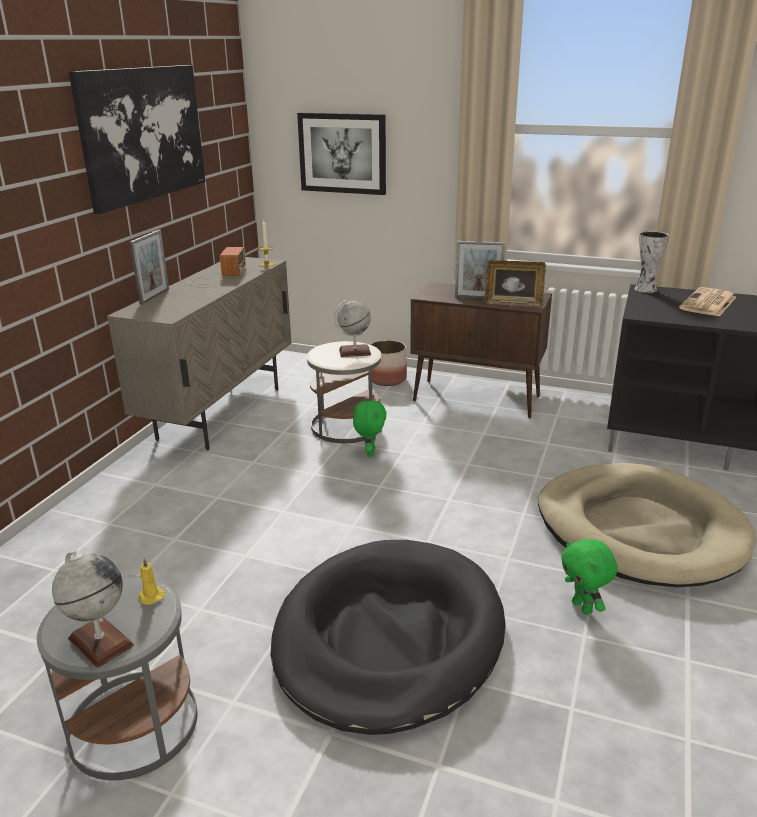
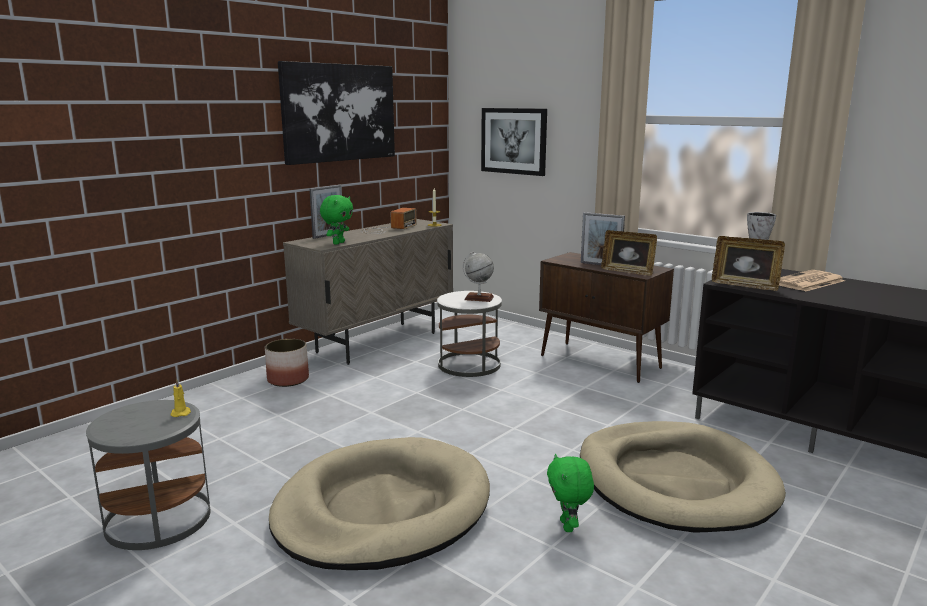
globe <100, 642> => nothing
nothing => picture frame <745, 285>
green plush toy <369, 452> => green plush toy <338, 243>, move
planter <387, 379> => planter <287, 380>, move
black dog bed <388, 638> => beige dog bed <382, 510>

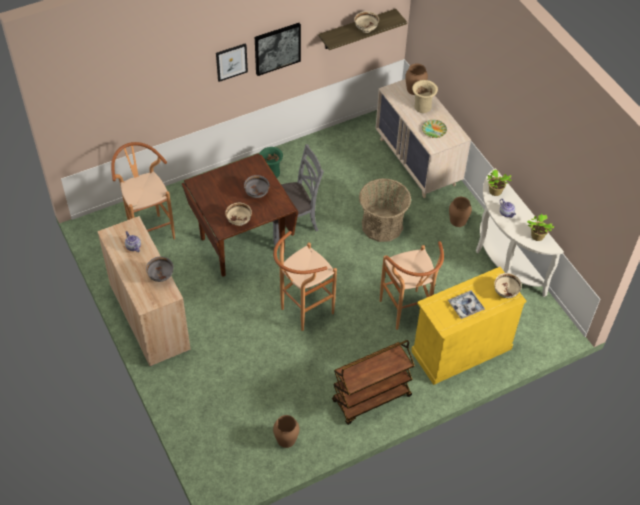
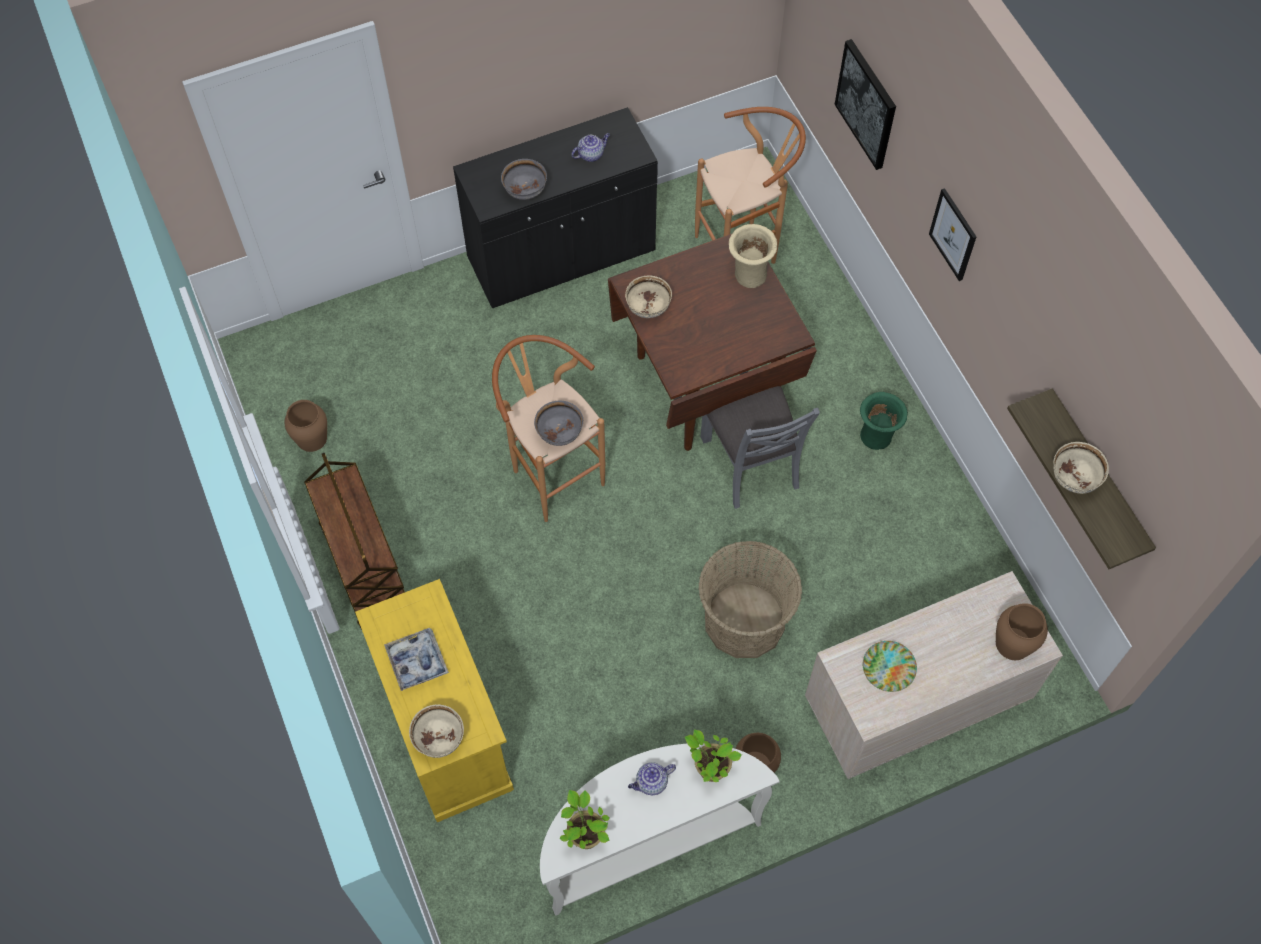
brown stool <407, 314> => nothing
grey bowl <257, 194> => grey bowl <560, 435>, move
picture <277, 48> => picture <867, 104>, move
beige vase <422, 108> => beige vase <748, 274>, move
beige cabinet <149, 317> => black cabinet <561, 255>

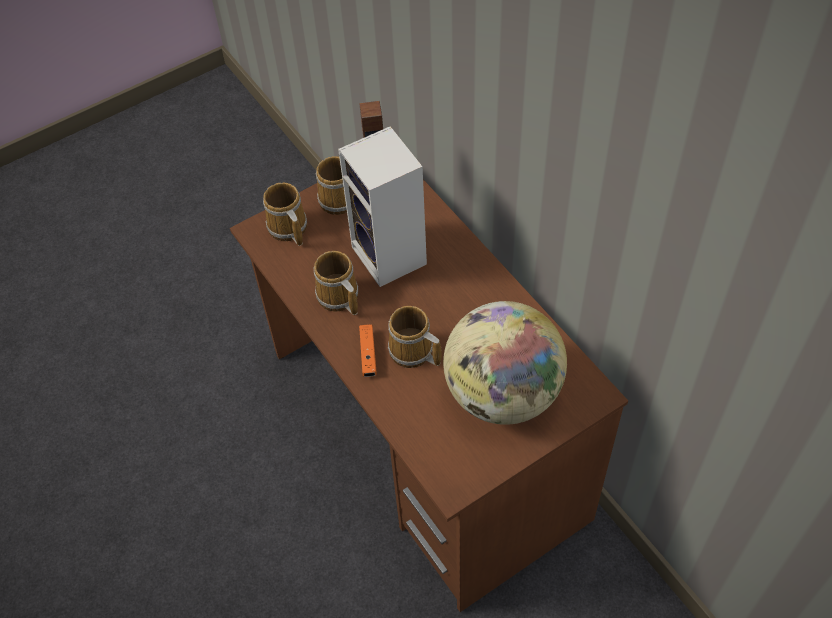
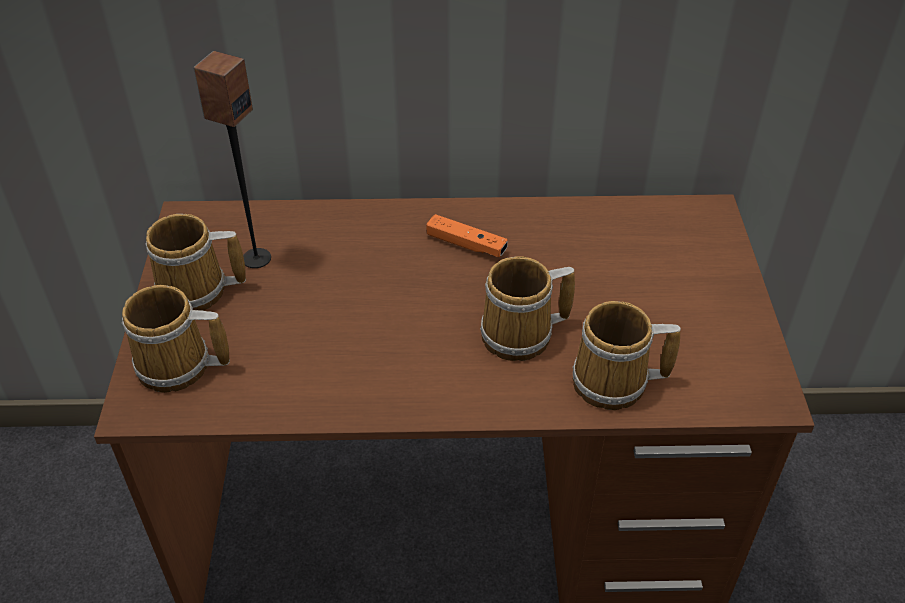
speaker <391, 257> => nothing
globe <502, 394> => nothing
mug <338, 297> => mug <615, 383>, move
orange game controller <368, 354> => orange game controller <466, 244>, move

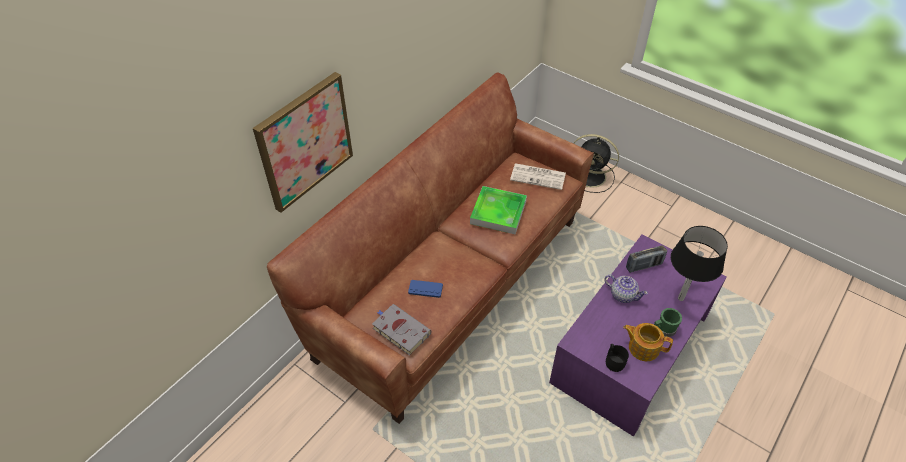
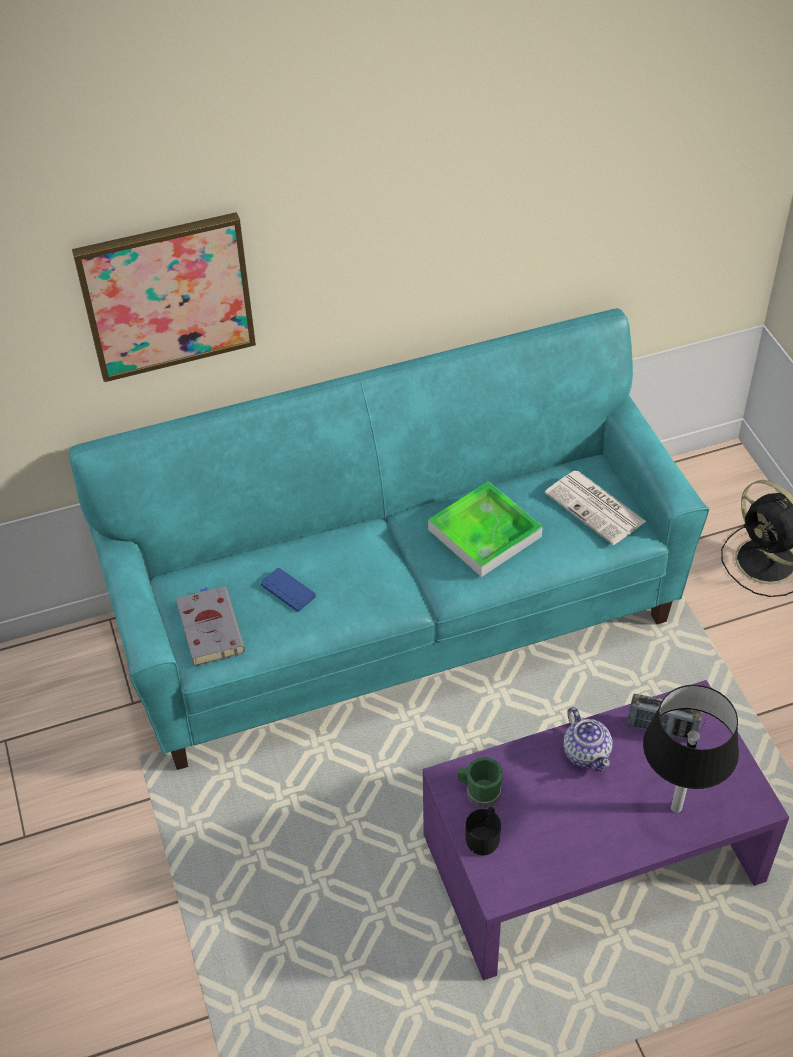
teapot <643, 347> => nothing
green mug <663, 329> => green mug <479, 792>, move
brown sofa <451, 286> => turquoise sofa <398, 622>

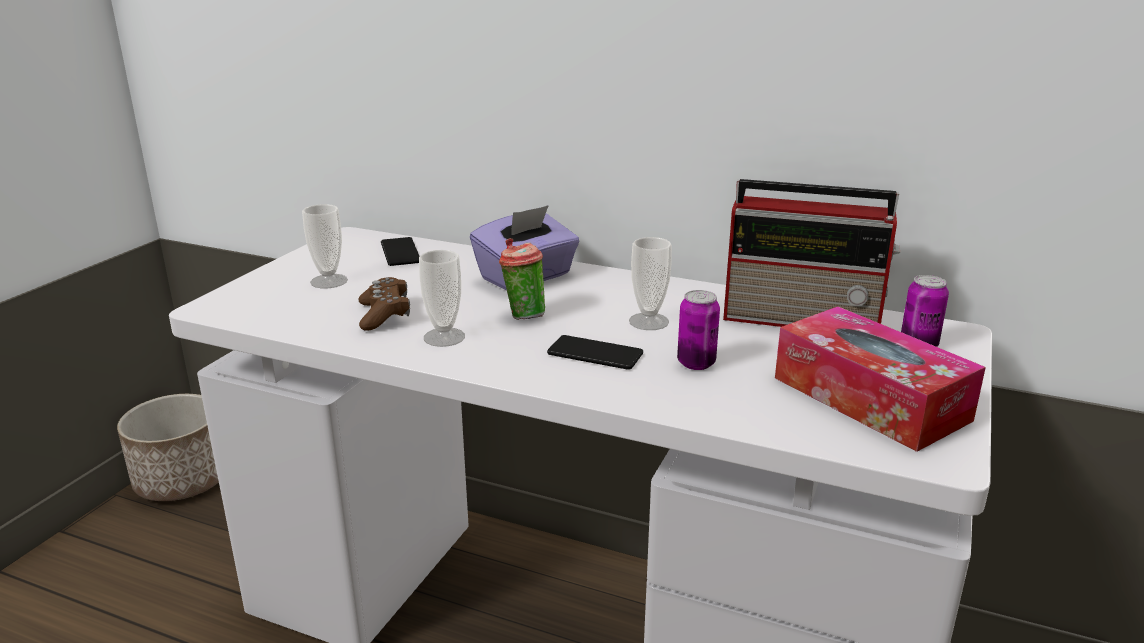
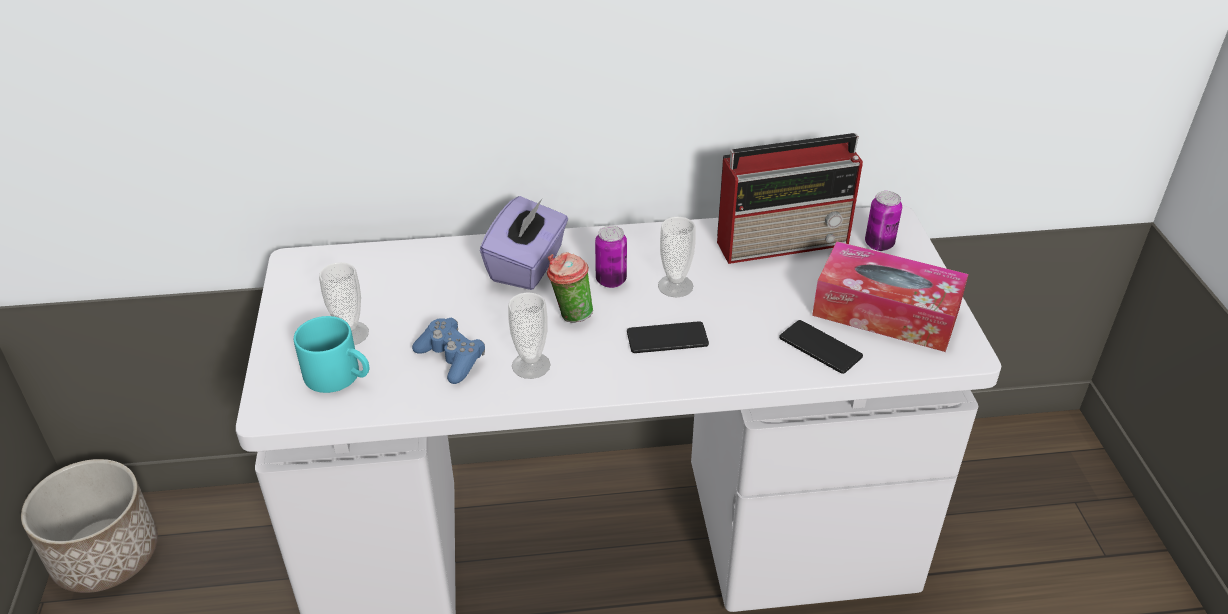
nothing => turquoise mug <340, 376>
phone <400, 252> => phone <820, 347>, move
can <696, 363> => can <611, 280>, move
brown game controller <384, 315> => blue game controller <451, 358>

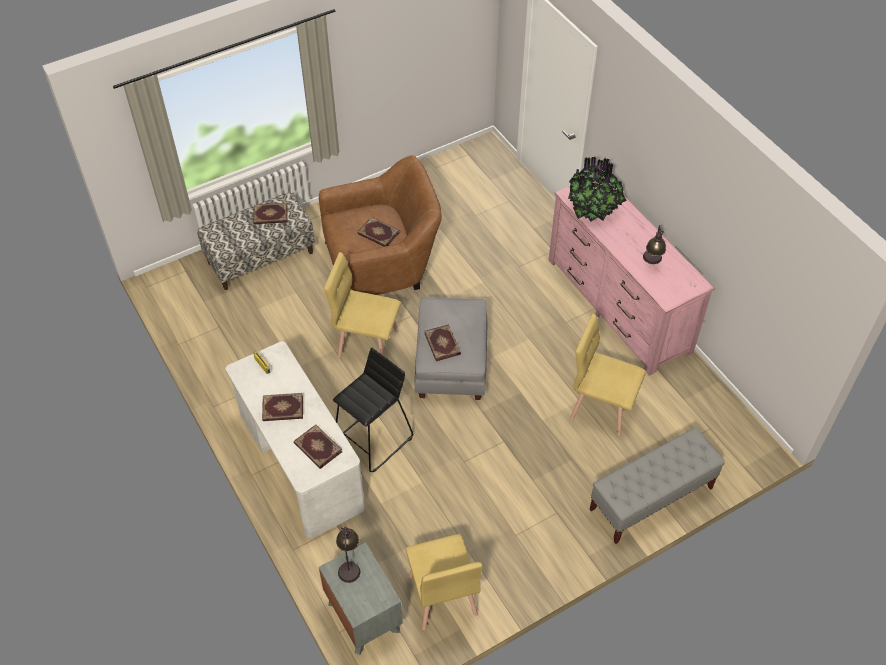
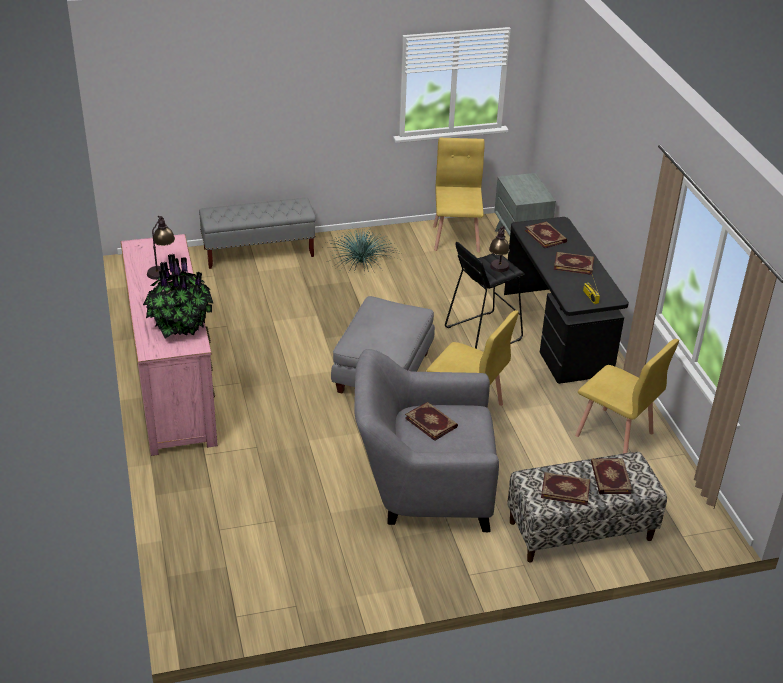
nothing => potted plant <361, 261>
table lamp <349, 564> => table lamp <498, 270>, move
book <443, 343> => book <609, 478>, move
yellow chair <602, 407> => yellow chair <614, 435>, move
white desk <299, 462> => black desk <557, 332>
brown armchair <382, 265> => grey armchair <423, 485>

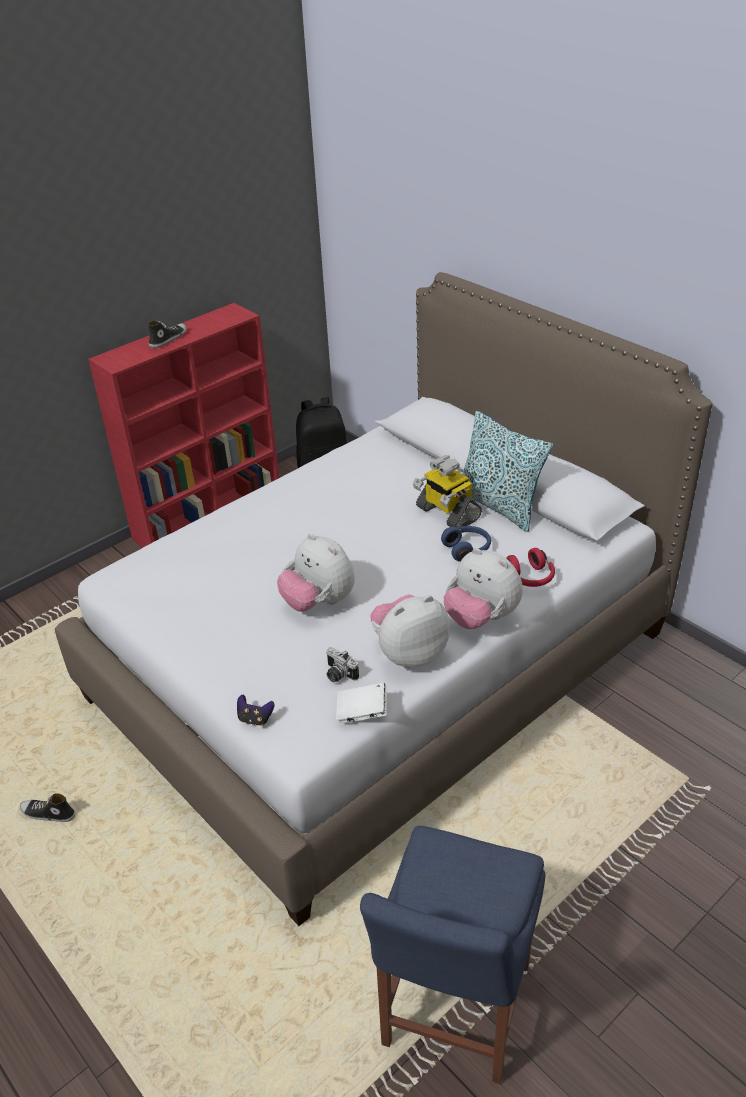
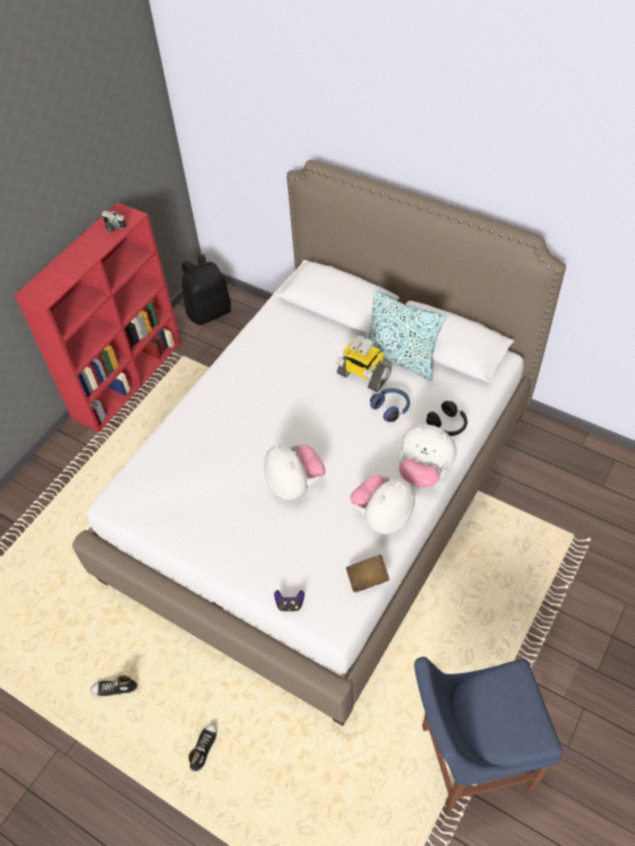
shoe <168, 339> => shoe <203, 748>, move
photo camera <338, 675> => photo camera <113, 228>, move
white book <362, 712> => brown book <367, 578>
red headphones <530, 578> => black headphones <448, 425>
plush toy <319, 602> => plush toy <295, 485>, 150 degrees counterclockwise
blue chair <453, 1011> => blue chair <470, 757>, 75 degrees clockwise

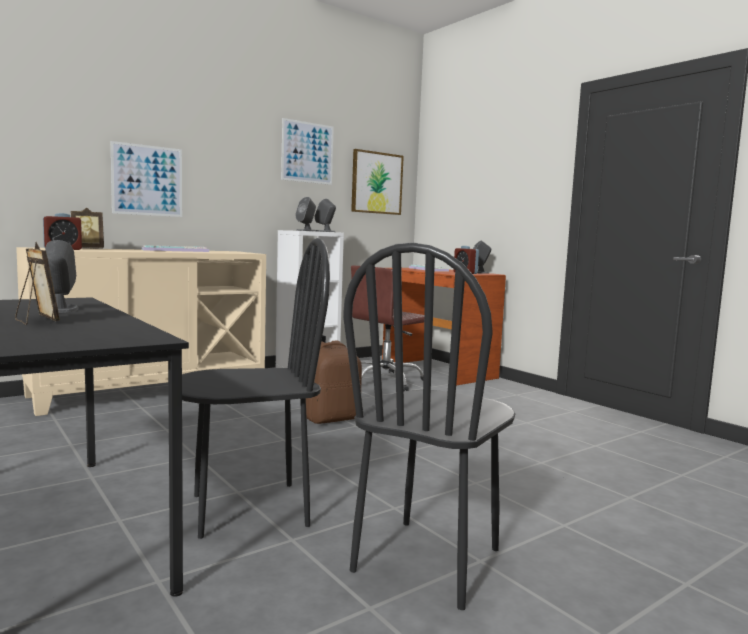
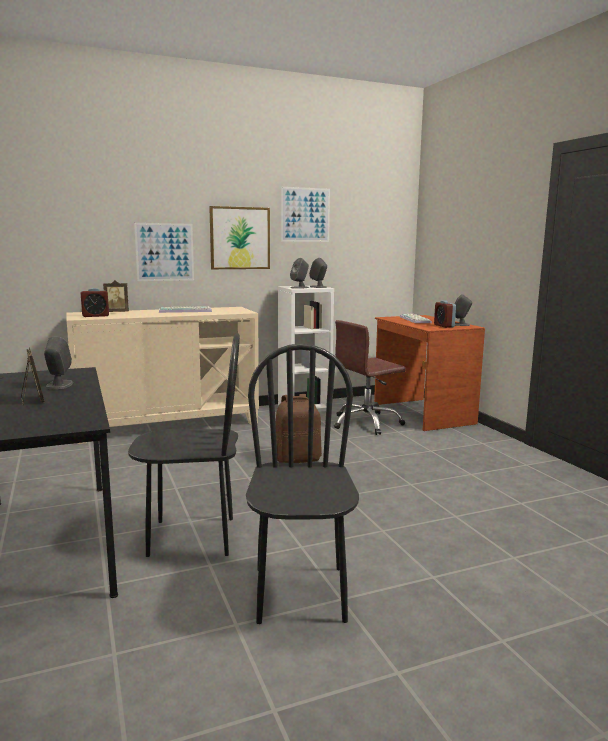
picture <376, 183> => picture <240, 238>, move
black chair <428, 560> => black chair <300, 593>, 135 degrees clockwise

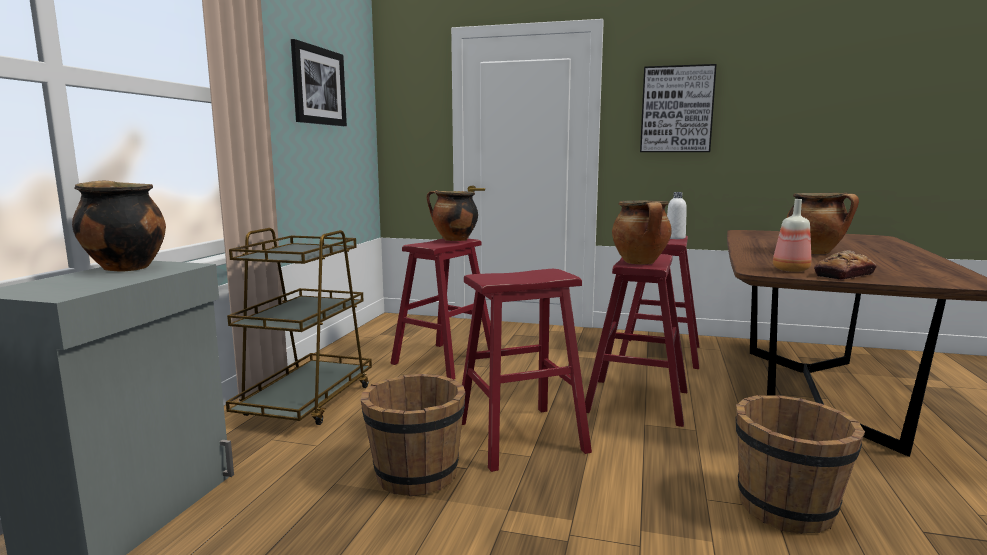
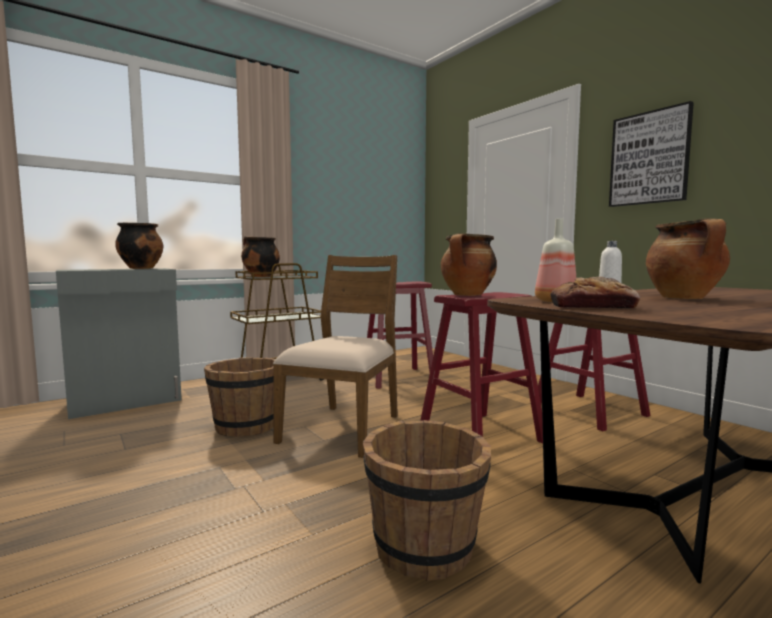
picture <318, 86> => nothing
cooking pot <454, 240> => cooking pot <260, 277>, move
red stool <520, 436> => brown chair <343, 428>

